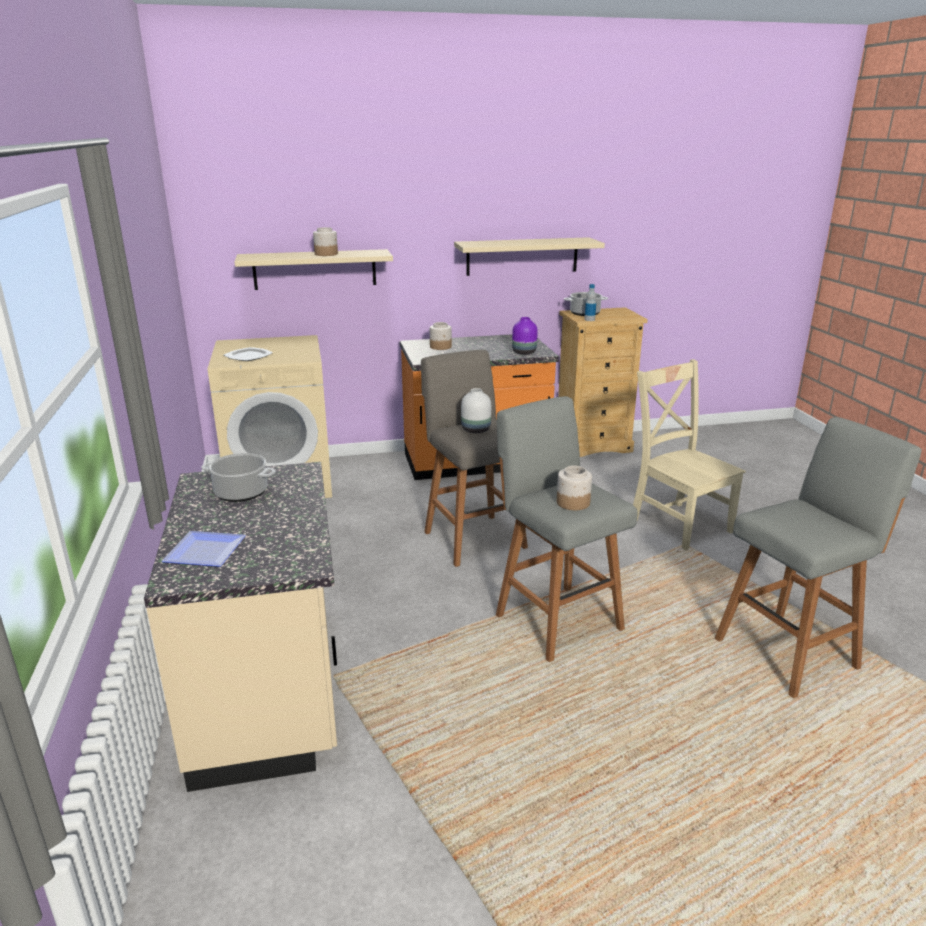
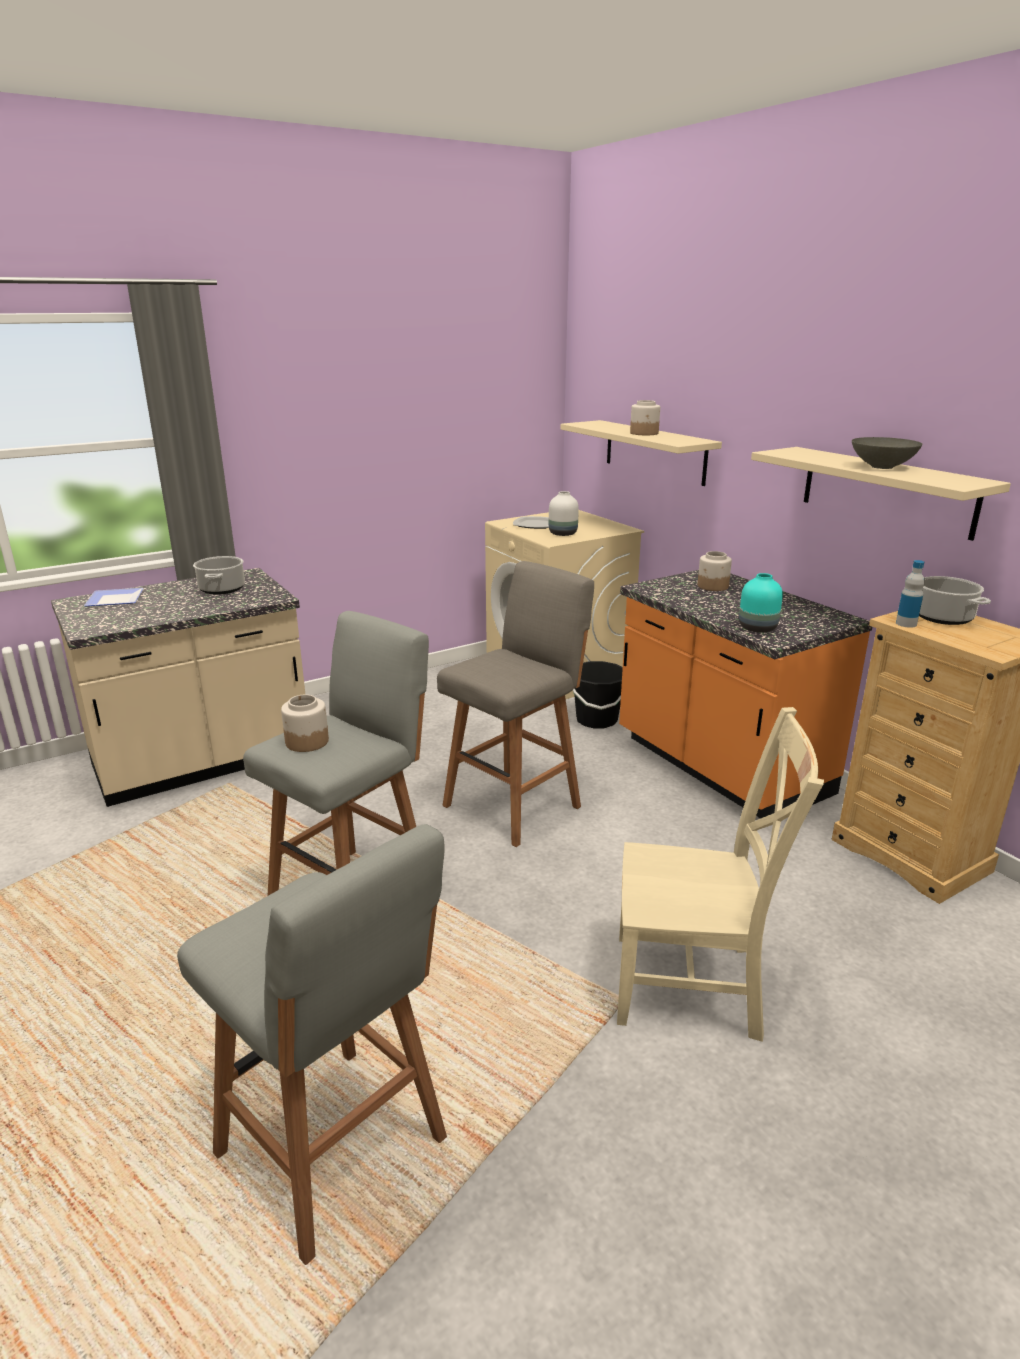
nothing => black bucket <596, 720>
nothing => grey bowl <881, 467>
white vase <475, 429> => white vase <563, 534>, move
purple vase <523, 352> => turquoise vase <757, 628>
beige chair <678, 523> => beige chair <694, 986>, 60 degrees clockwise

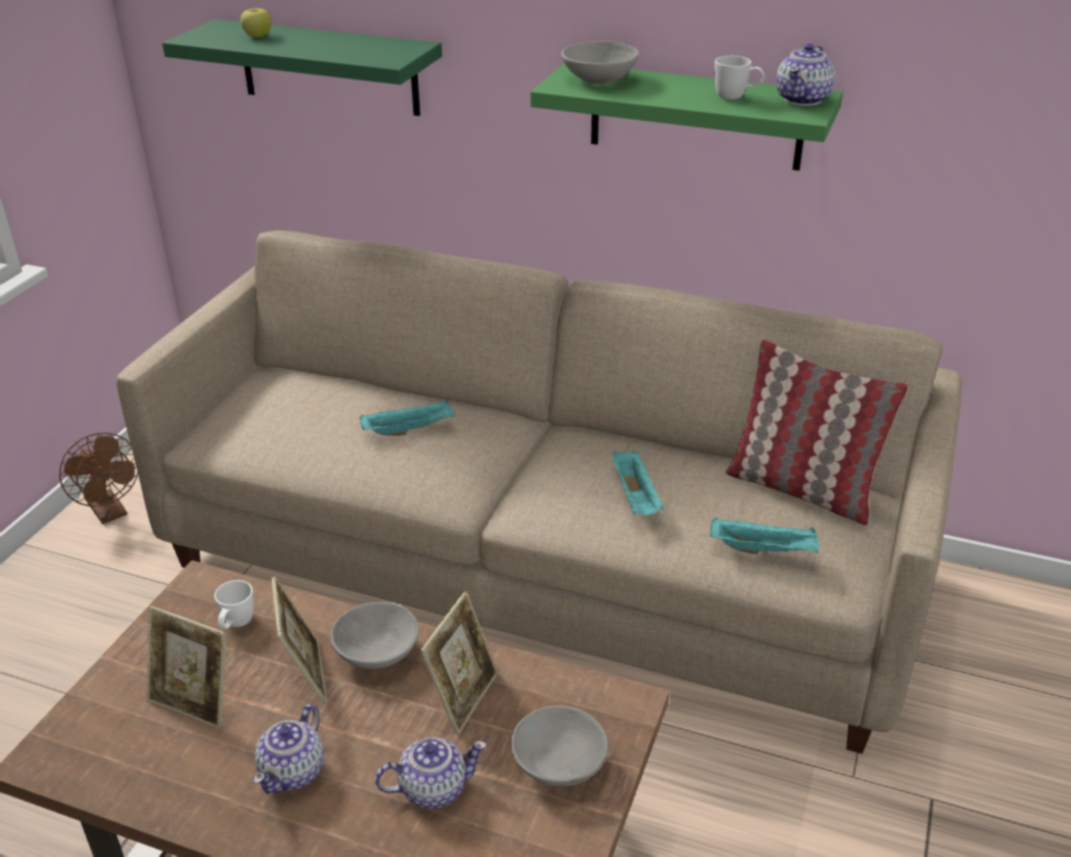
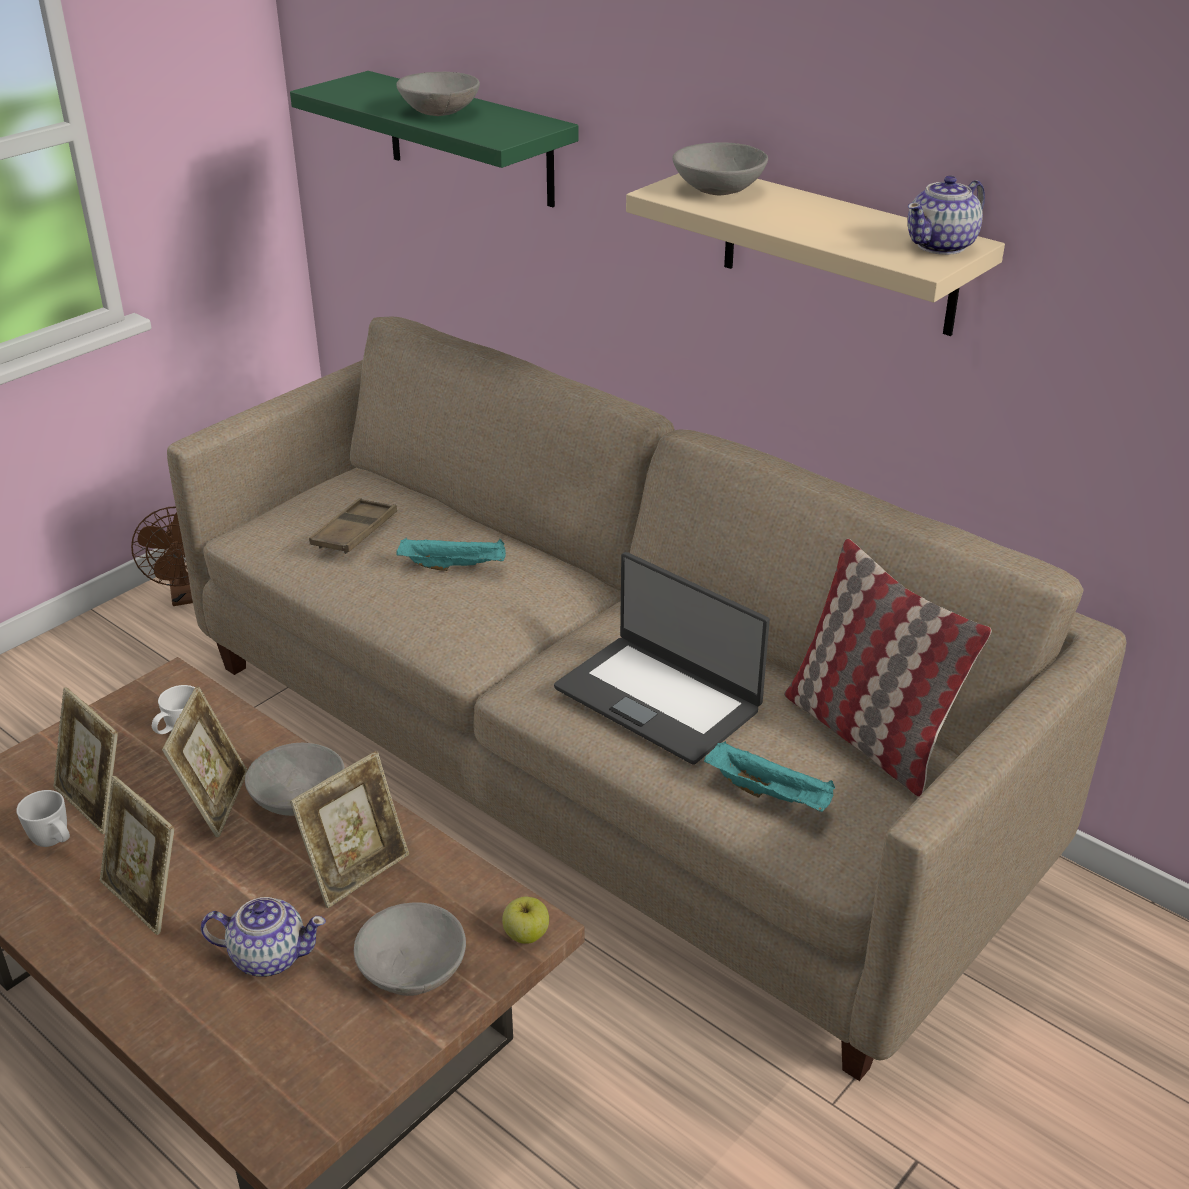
nothing => brown tray <354, 532>
nothing => grey bowl <439, 112>
apple <258, 36> => apple <526, 934>, move
white mug <736, 98> => white mug <55, 842>, move
teapot <294, 771> => picture frame <146, 897>
turquoise tray <636, 497> => laptop <659, 698>
green shelf <695, 116> => beige shelf <838, 250>

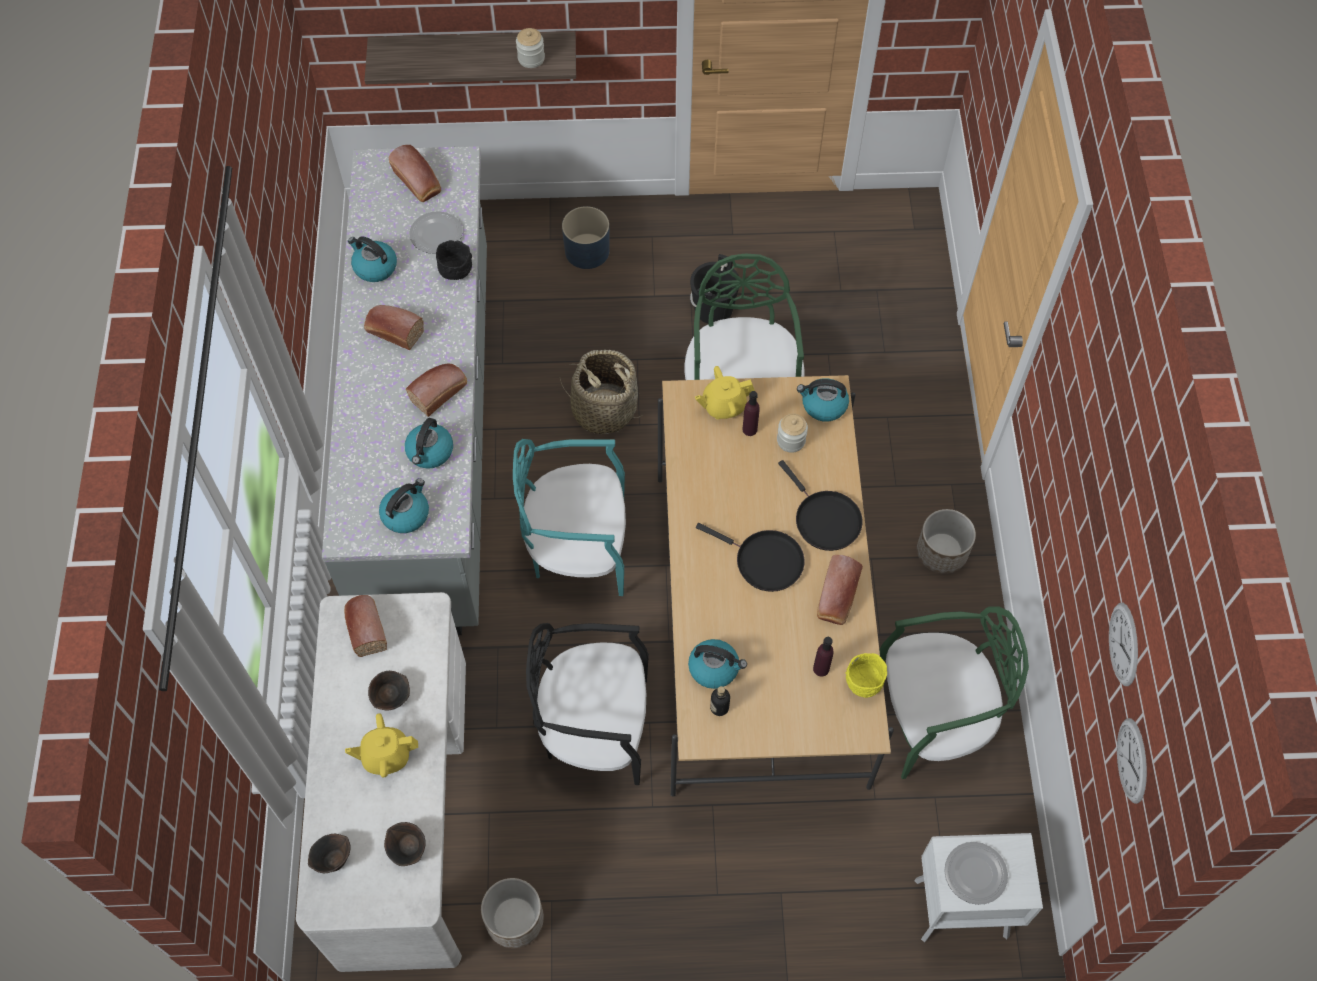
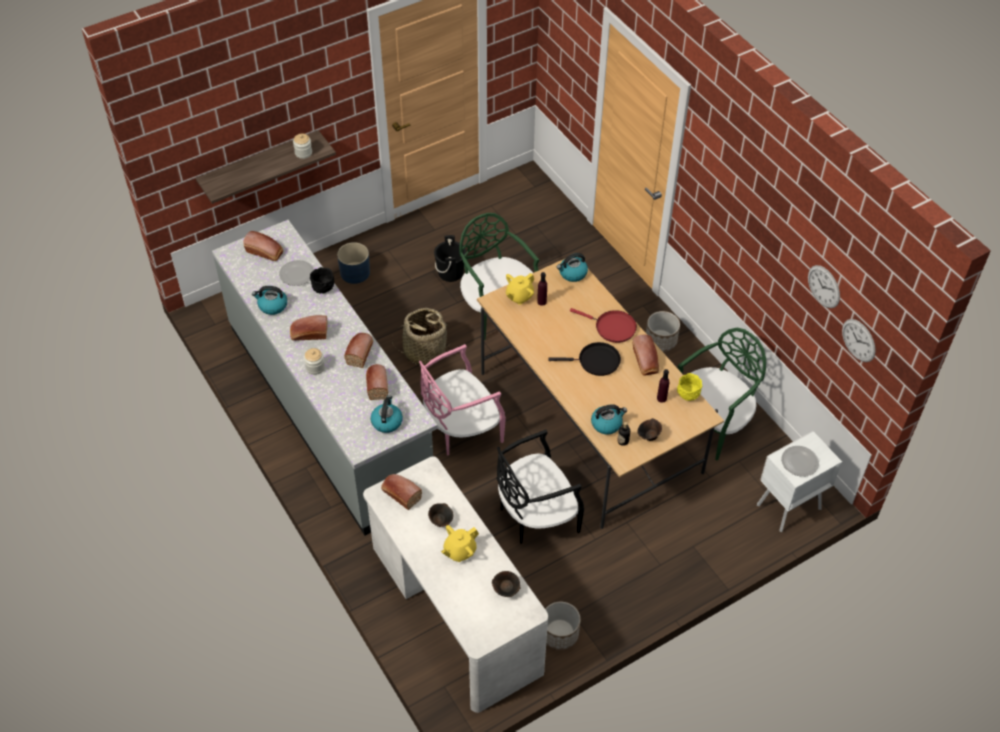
brown bowl <332, 859> => brown bowl <648, 436>, move
jar <791, 440> => jar <315, 367>, move
kettle <430, 452> => bread <377, 385>
turquoise chair <578, 548> => pink chair <460, 429>
black frying pan <824, 519> => red frying pan <612, 328>

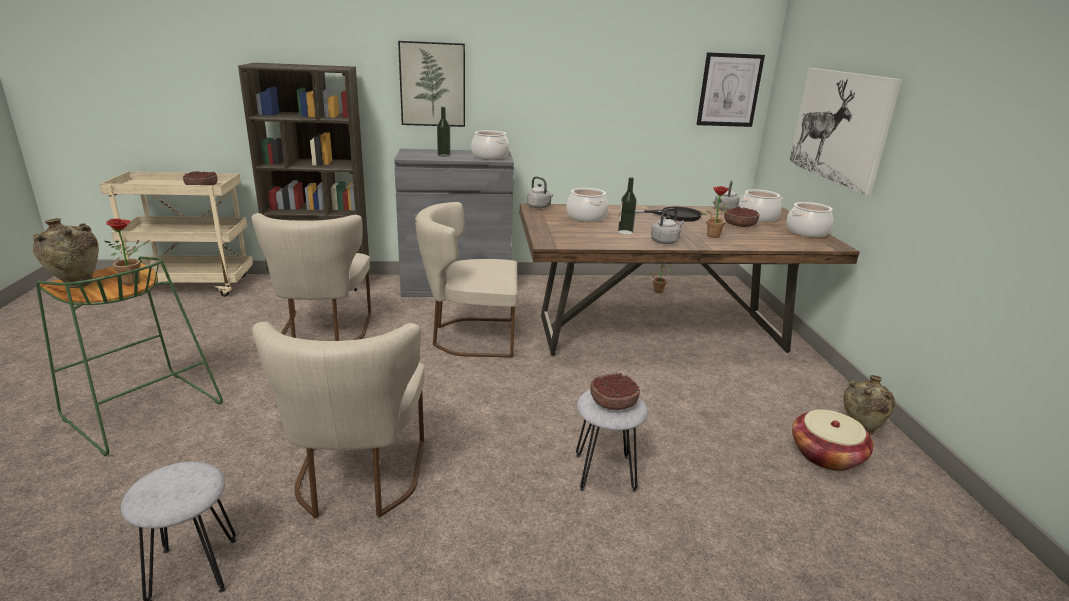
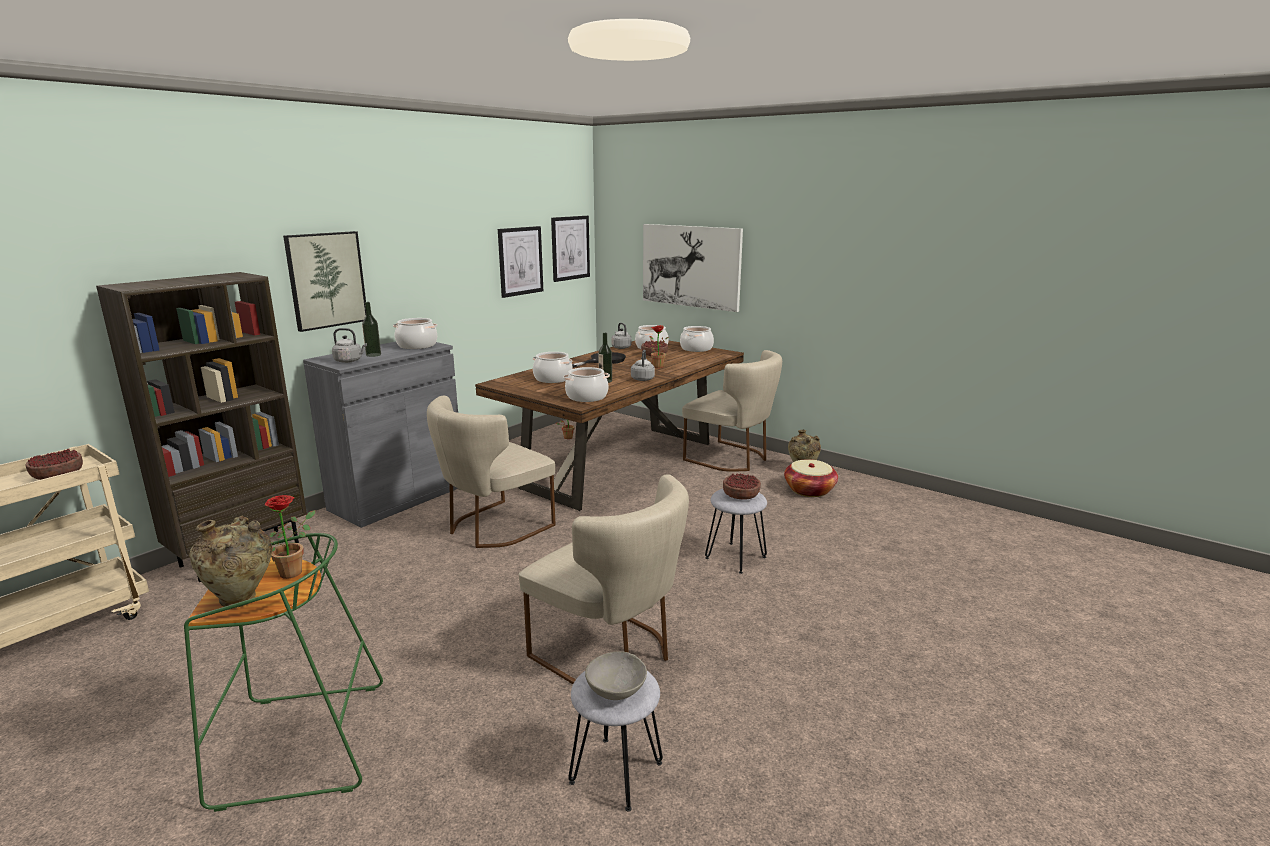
nothing => picture <520, 261>
nothing => cooking pot <587, 397>
nothing => grey bowl <615, 690>
beige chair <323, 333> => beige chair <732, 459>, move
grey kettle <539, 207> => grey kettle <349, 361>, move

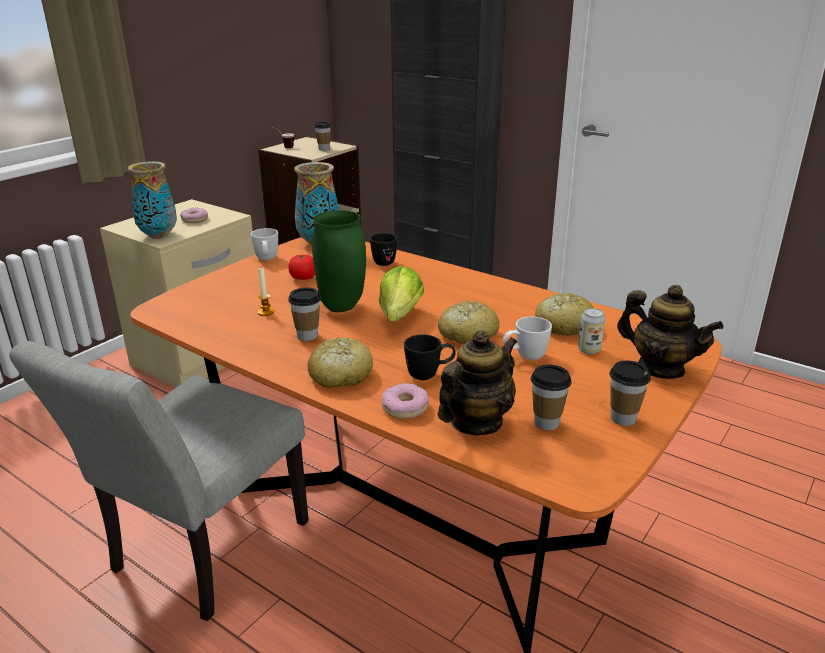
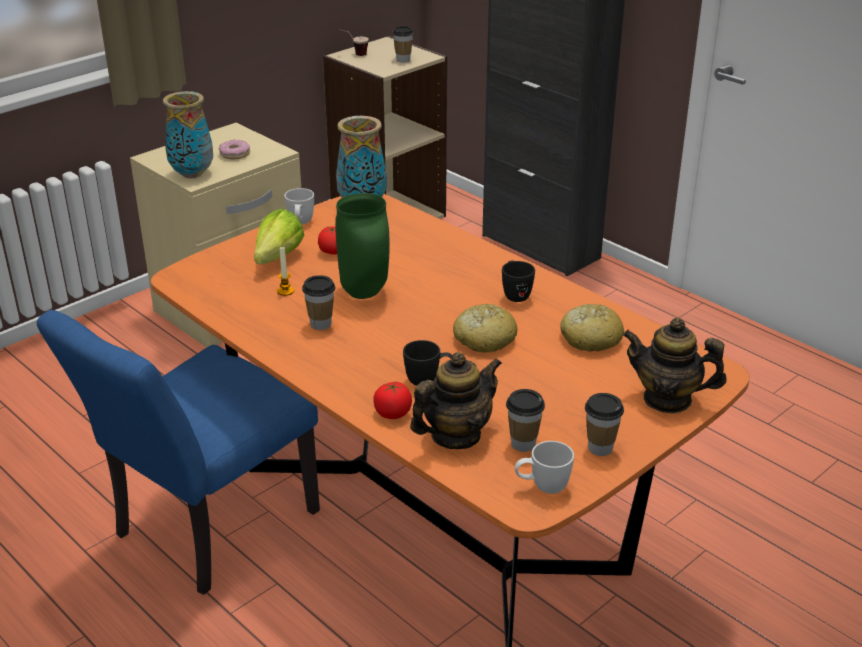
bread <340, 375> => nothing
can <589, 350> => nothing
black mug <382, 261> => black mug <515, 294>, move
lettuce <396, 319> => lettuce <273, 261>, move
white mug <524, 357> => white mug <542, 487>, move
donut <404, 407> => tomato <393, 413>
grey chair <200, 555> => blue chair <205, 531>
teapot <660, 368> => teapot <667, 399>, 150 degrees clockwise

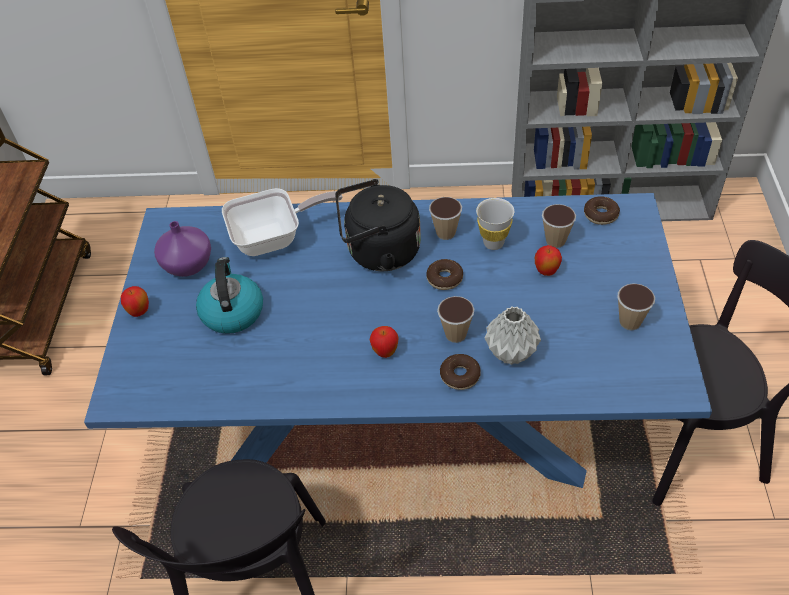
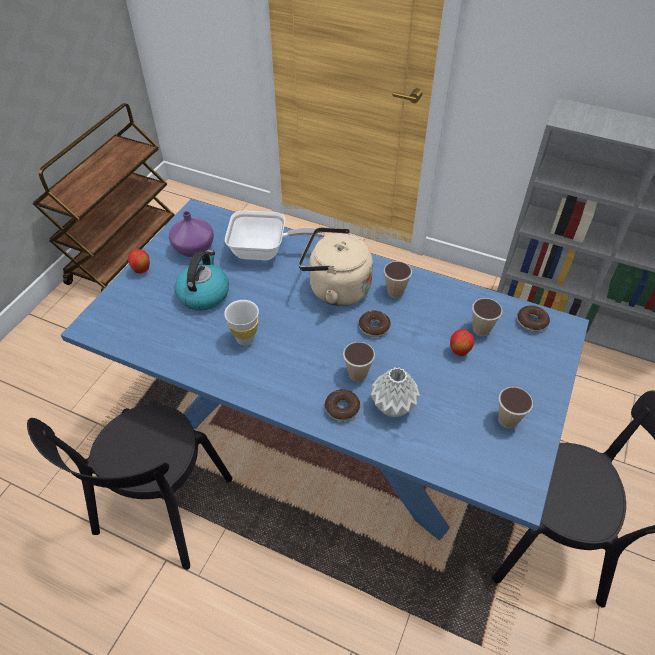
apple <385, 352> => nothing
white cup <493, 243> => white cup <245, 339>, move
black kettle <379, 252> => beige kettle <335, 288>

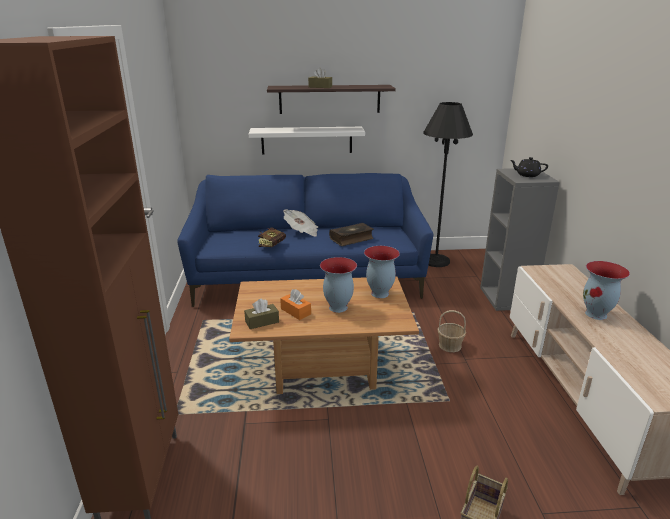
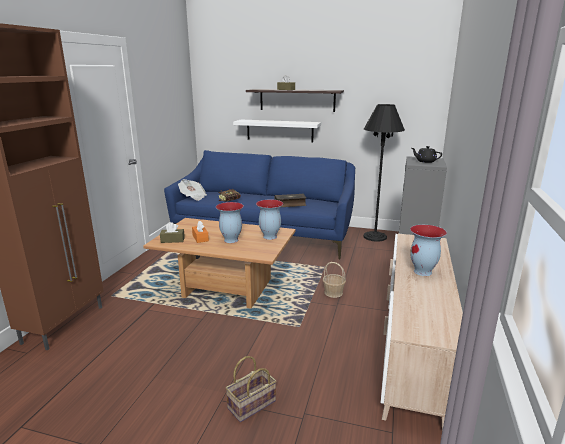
newspaper <301, 232> => newspaper <193, 197>, move

